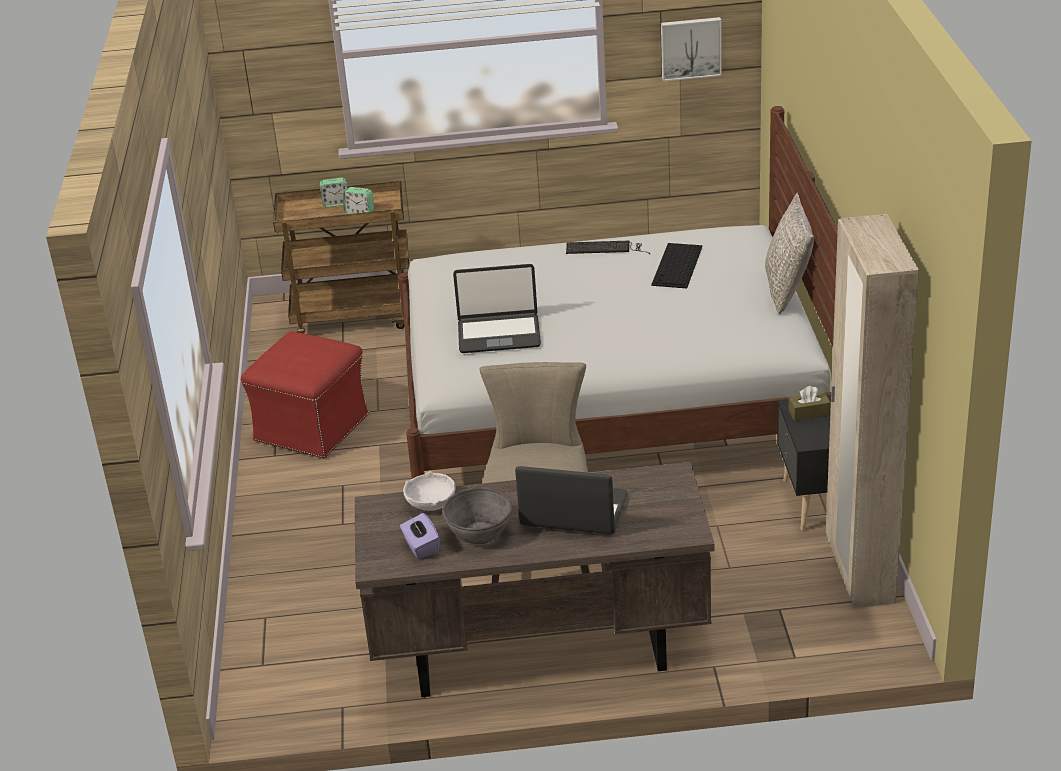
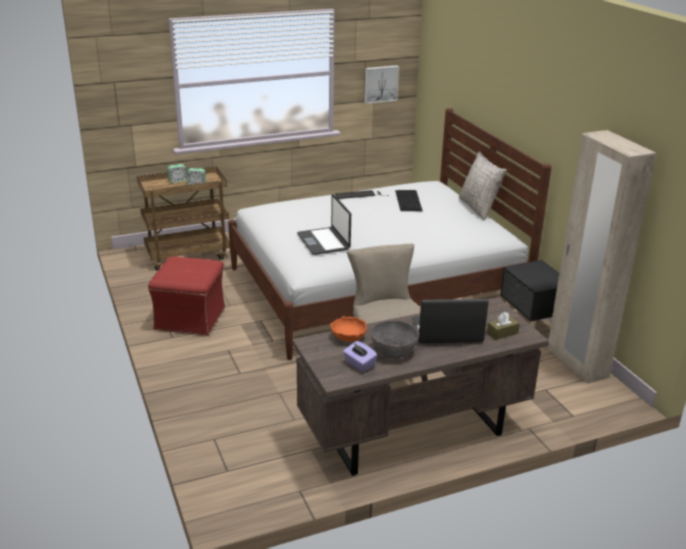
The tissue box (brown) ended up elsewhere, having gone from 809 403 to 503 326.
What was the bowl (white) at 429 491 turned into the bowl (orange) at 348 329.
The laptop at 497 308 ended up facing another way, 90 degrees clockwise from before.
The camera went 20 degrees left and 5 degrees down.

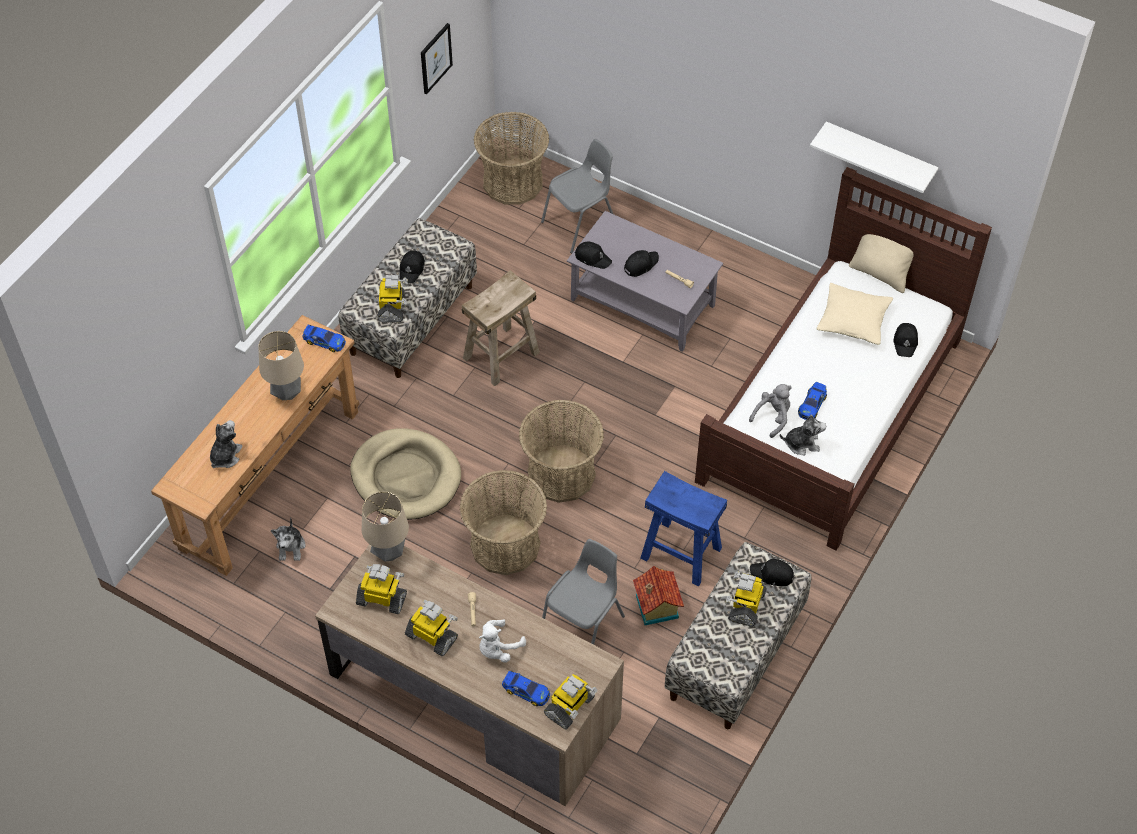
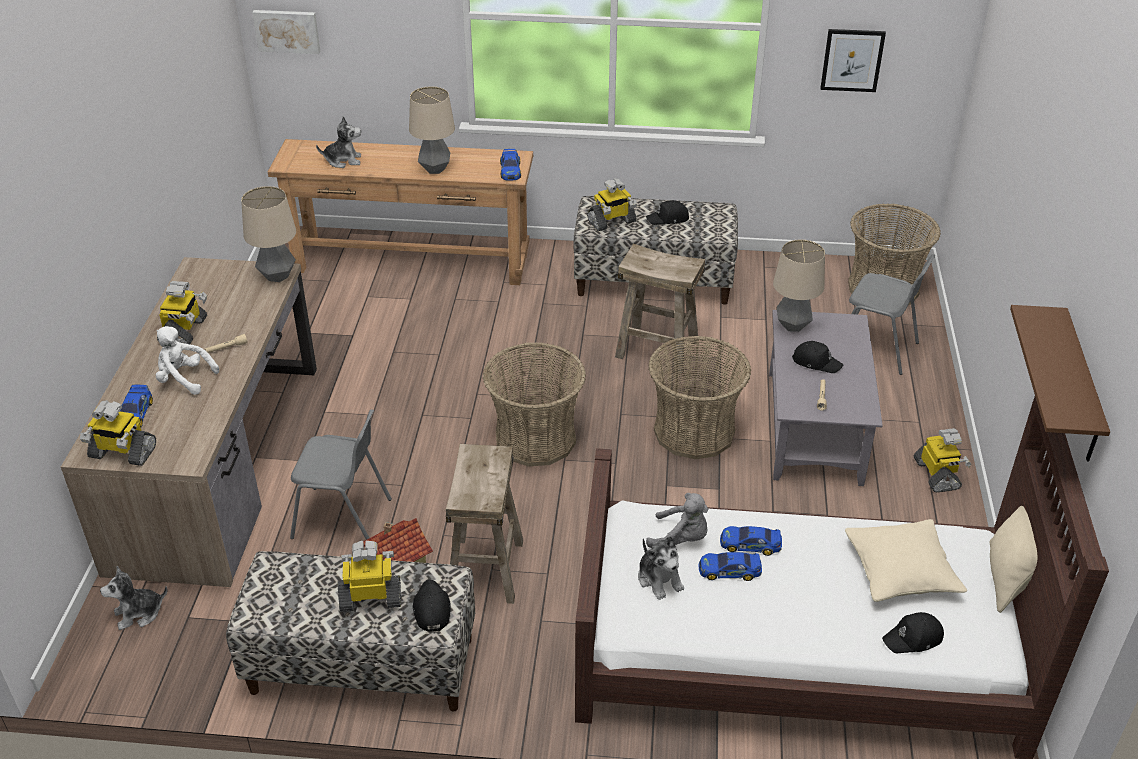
The second view lost the dog bed (beige) at 405 474.
The second view gained the picture at 286 32.
The second view gained the toy car at 751 541.
The plush toy ended up elsewhere, having gone from 288 539 to 133 598.
The toy robot ended up elsewhere, having gone from 381 589 to 942 460.
The basket ended up elsewhere, having gone from 503 522 to 699 397.
Where the cap (black) stood at 593 255, the table lamp came to stand at 799 286.
What was the stool (blue) at 683 529 turned into the stool (beige) at 484 524.
What was the shelf (white) at 874 157 turned into the shelf (brown) at 1060 383.
The camera went 65 degrees right and 15 degrees down.

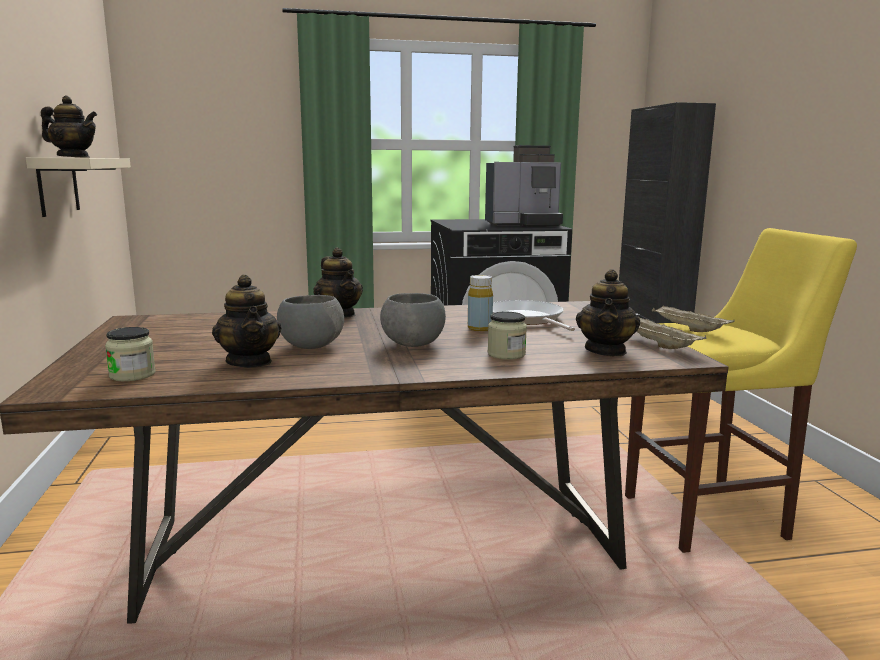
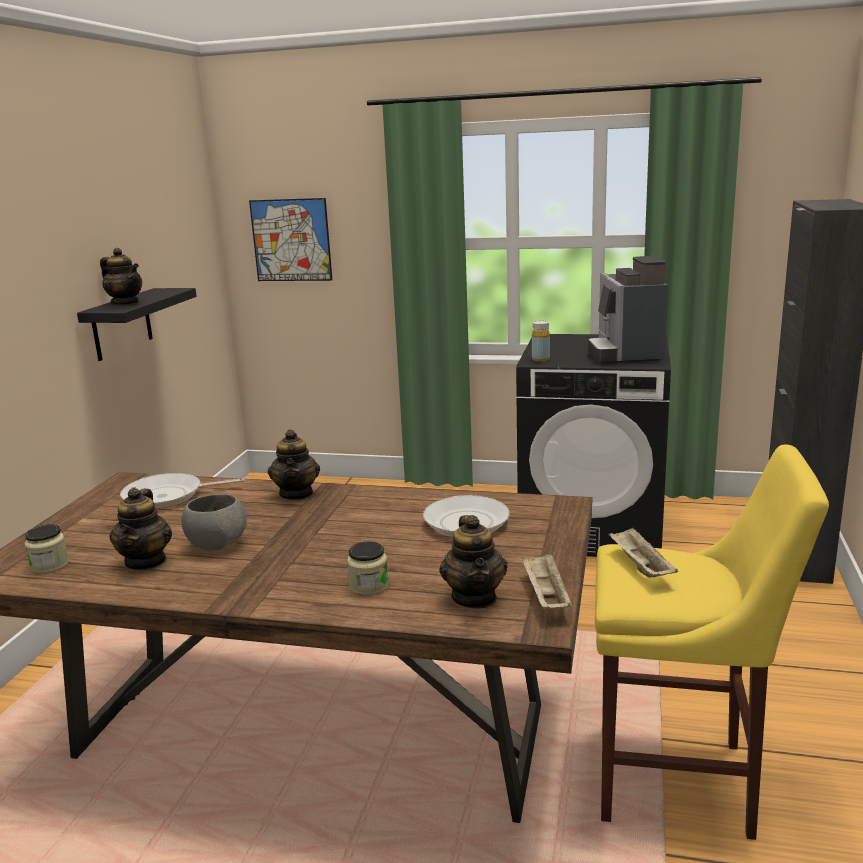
The second view lost the bowl (grey) at 413 320.
The second view gained the frying pan at 182 491.
The second view gained the picture at 290 239.
The bottle (yellow) ended up elsewhere, having gone from 480 303 to 541 341.
What was the shelf (beige) at 78 187 turned into the shelf (black) at 137 324.
The coffee machine at 524 186 ended up facing another way, 75 degrees clockwise from before.
The teapot at 608 312 ended up facing another way, 45 degrees counterclockwise from before.
The camera went 25 degrees right and 5 degrees up.

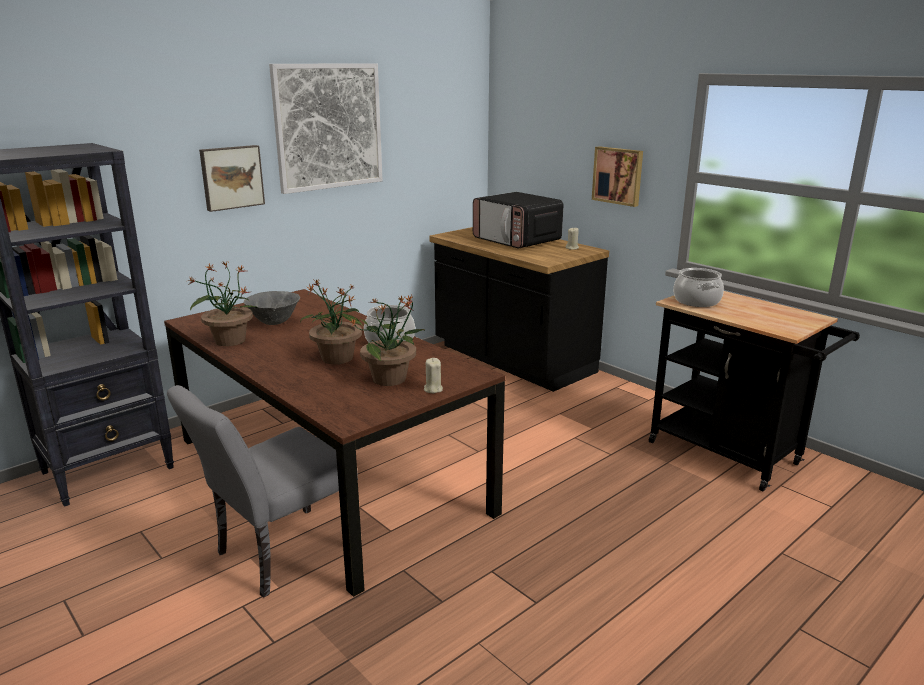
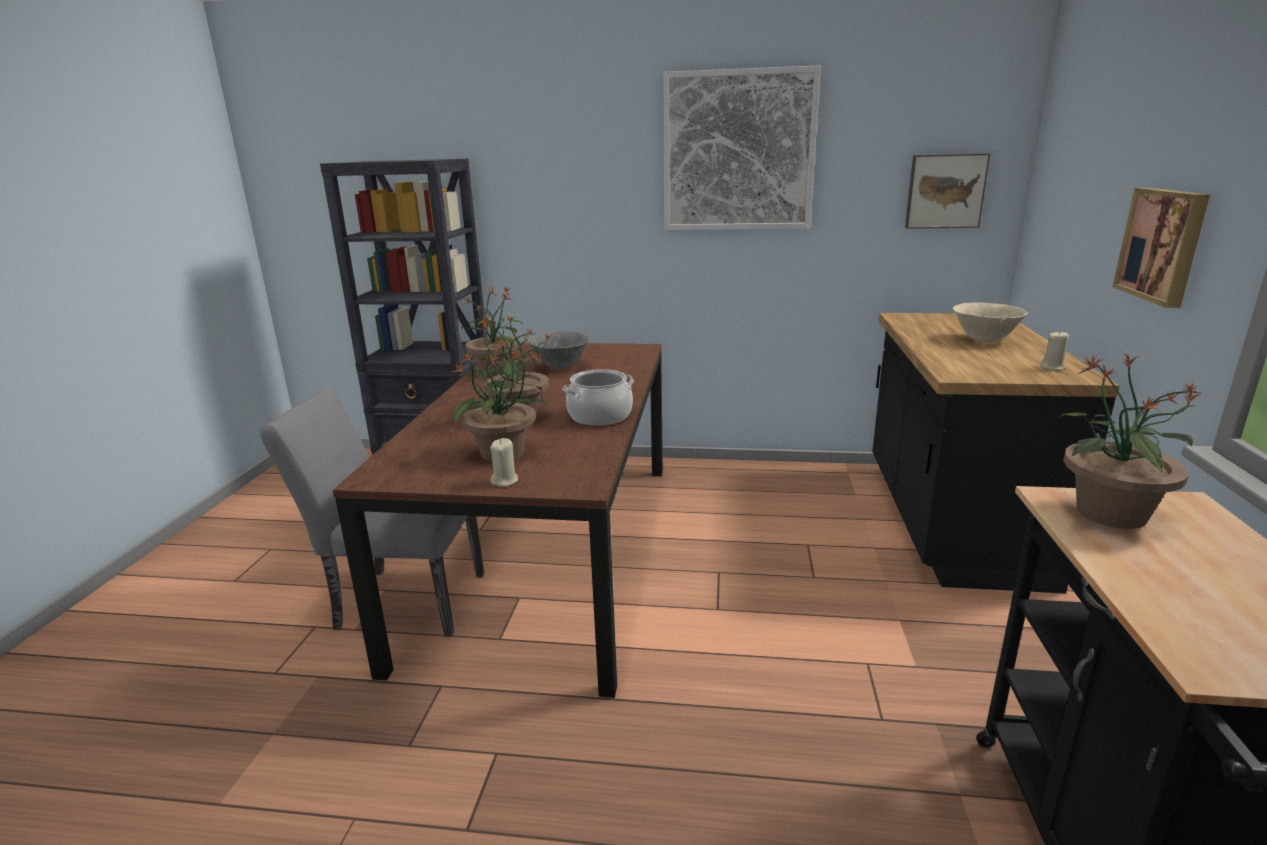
The picture ended up elsewhere, having gone from 232 178 to 947 191.
Where the microwave stood at 518 220, the bowl (beige) came to stand at 990 322.
Where the cooking pot stood at 698 287, the potted plant came to stand at 1129 440.
The camera went 50 degrees right and 0 degrees up.

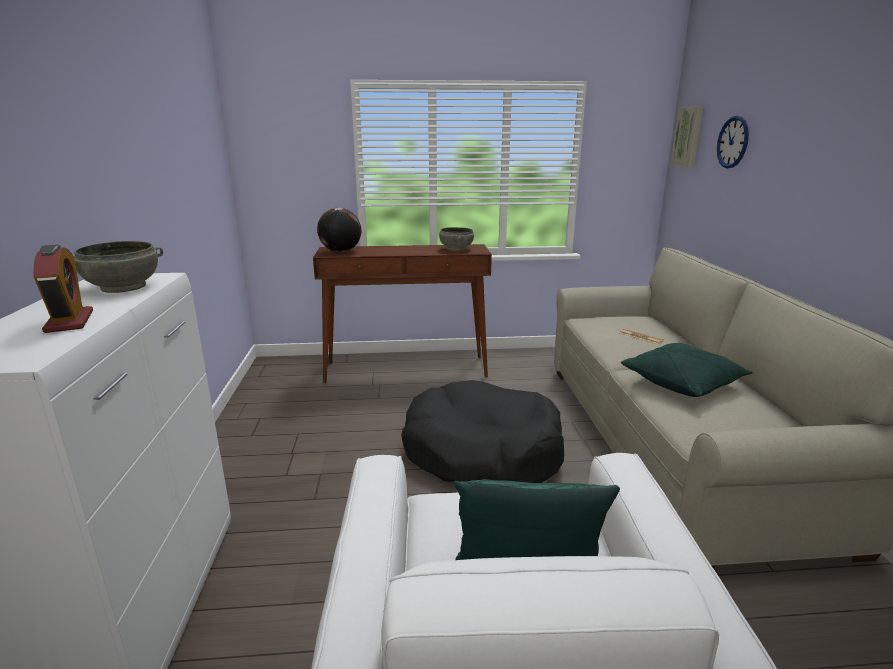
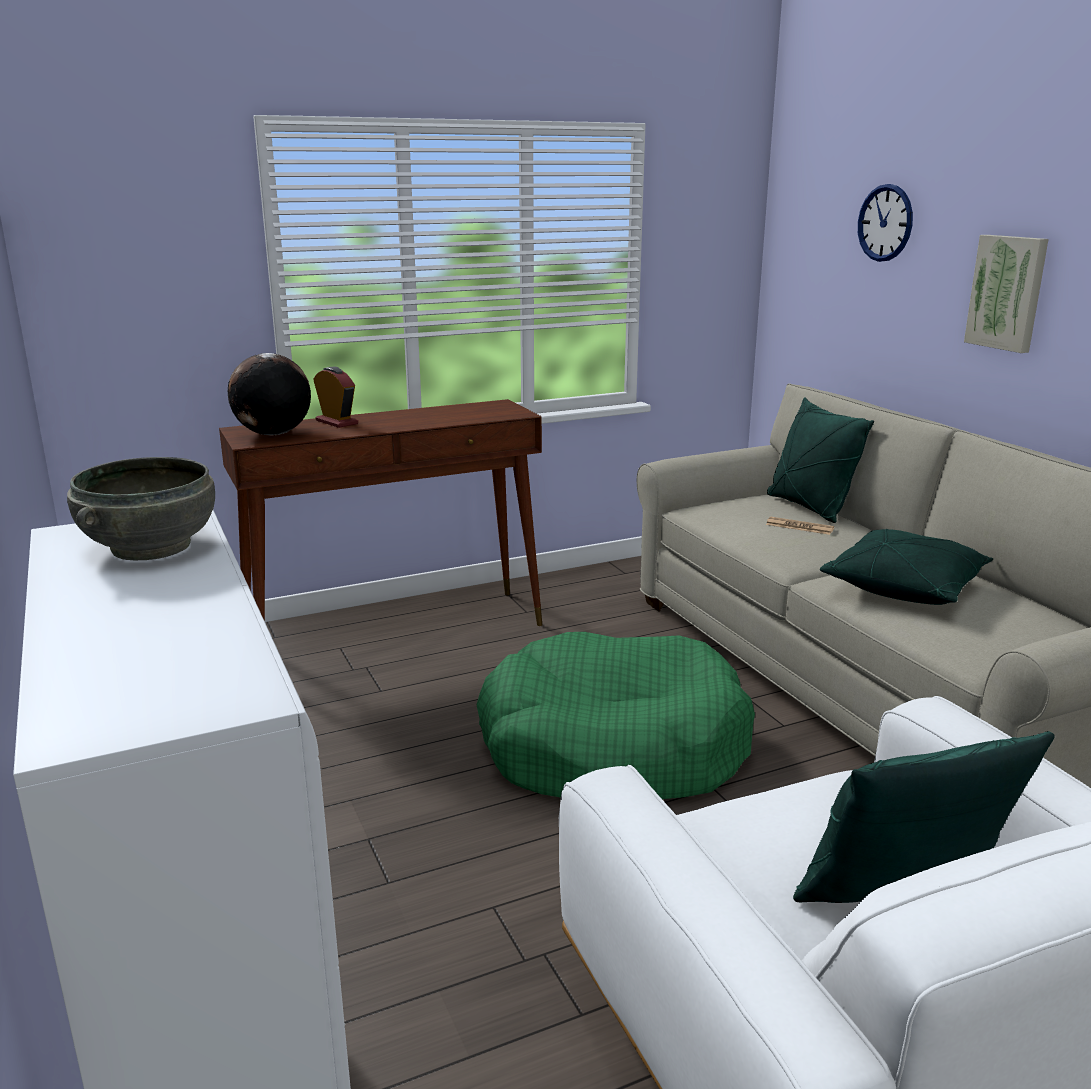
The second view lost the bowl (grey) at 456 239.
The second view gained the pillow (green) at 820 460.
The alarm clock ended up elsewhere, having gone from 63 288 to 335 397.
The picture ended up elsewhere, having gone from 687 136 to 1006 294.
What was the dog bed (black) at 482 431 turned into the dog bed (green) at 615 715.
The camera went 20 degrees left and 0 degrees up.

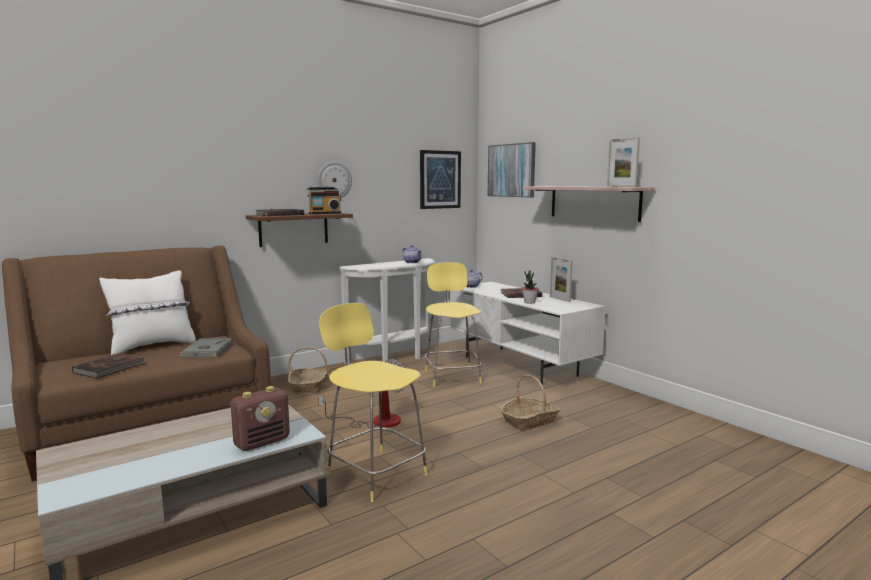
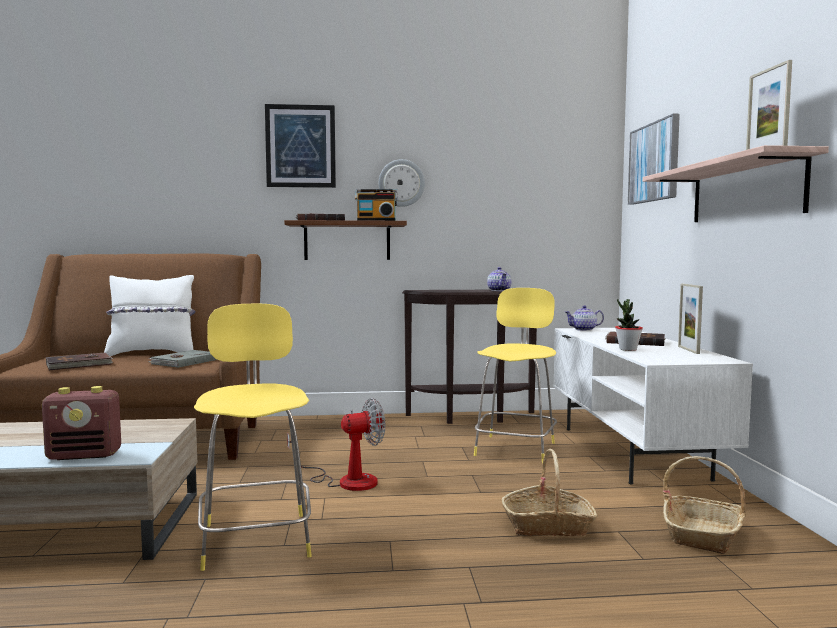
The basket ended up elsewhere, having gone from 308 370 to 704 505.
The picture ended up elsewhere, having gone from 440 179 to 300 146.
What was the console table (white) at 387 311 turned into the console table (brown) at 469 357.
The camera went 30 degrees right and 5 degrees down.

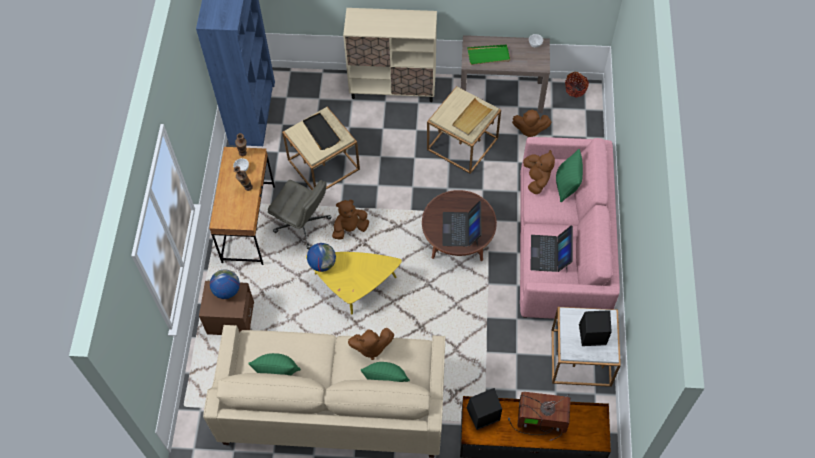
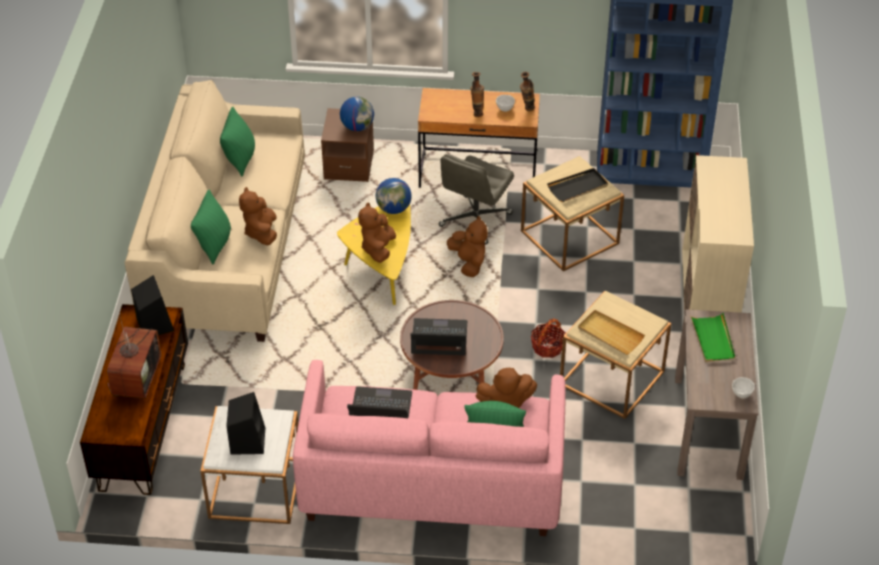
The plush toy (brown) ended up elsewhere, having gone from 532 123 to 377 232.
The basket ended up elsewhere, having gone from 577 84 to 548 338.
The camera went 90 degrees right and 15 degrees down.

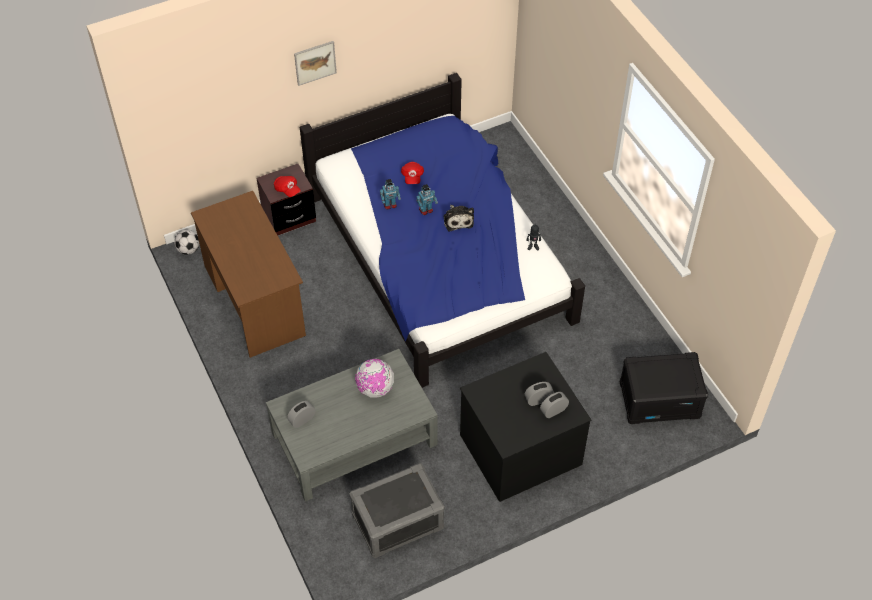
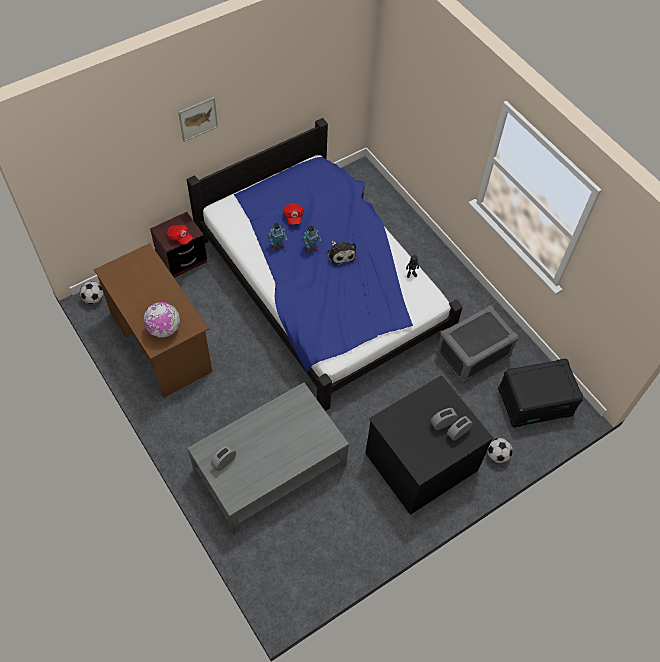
The second view gained the football at 500 450.
The storage box (grey) ended up elsewhere, having gone from 397 510 to 477 344.
The globe ended up elsewhere, having gone from 374 378 to 162 320.
The camera went 10 degrees left and 5 degrees up.

